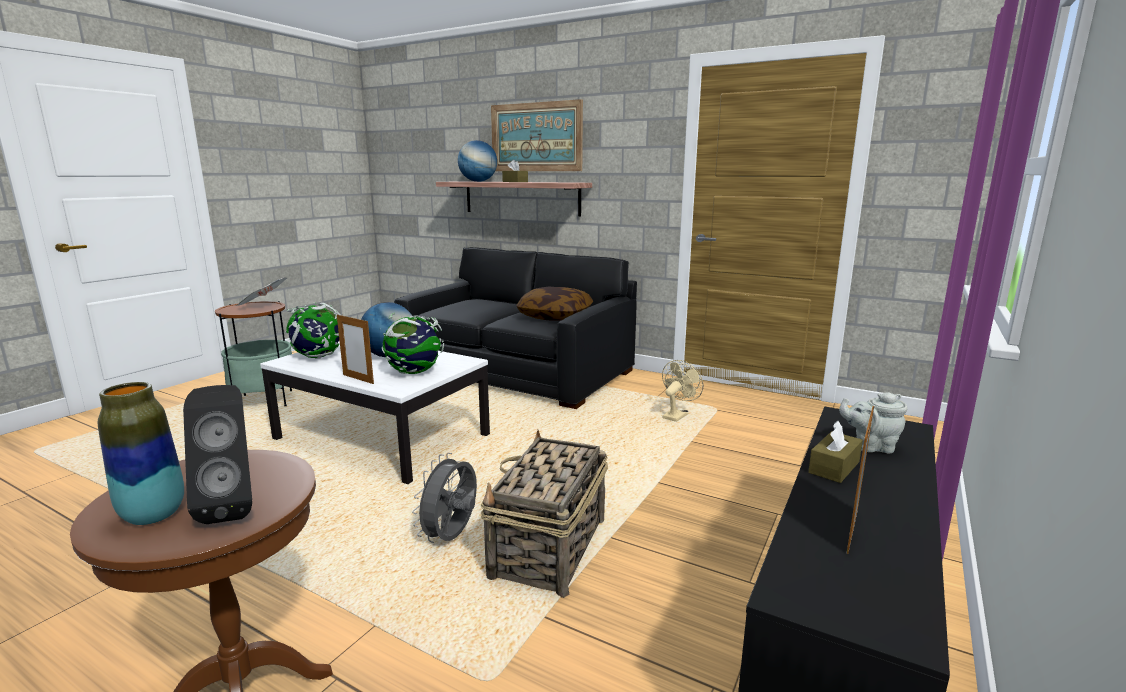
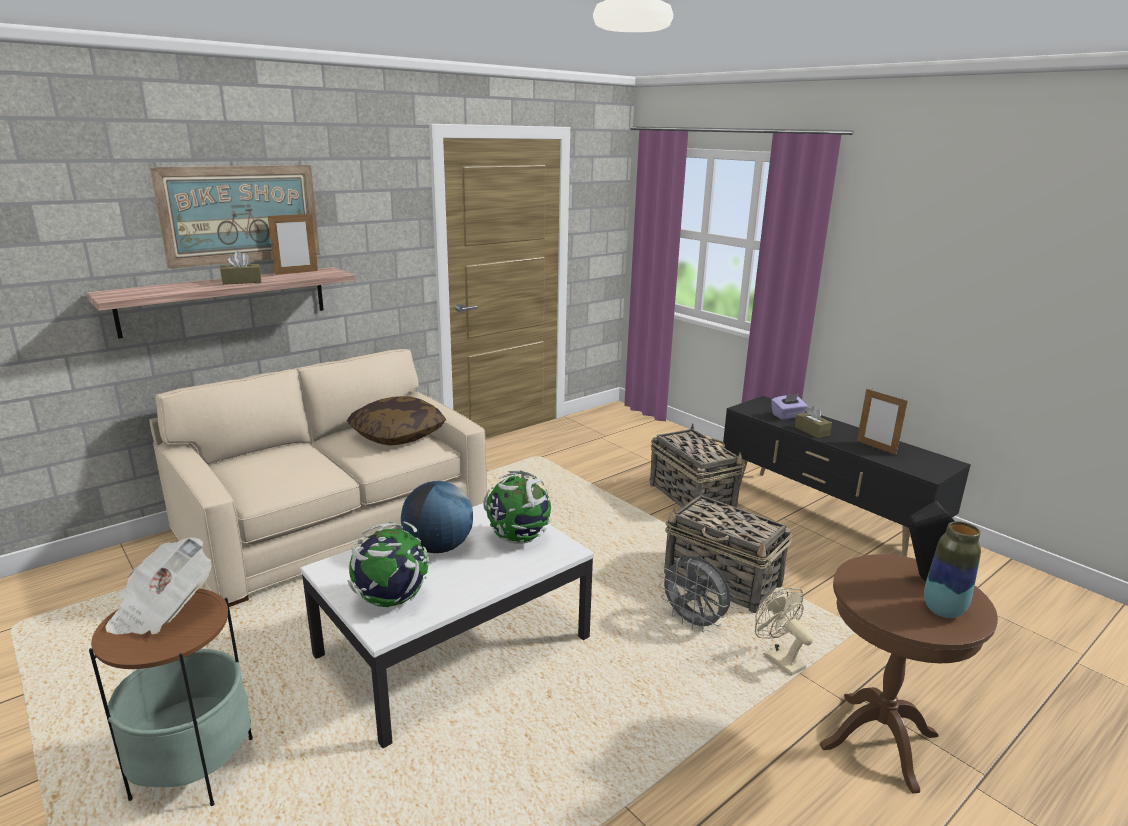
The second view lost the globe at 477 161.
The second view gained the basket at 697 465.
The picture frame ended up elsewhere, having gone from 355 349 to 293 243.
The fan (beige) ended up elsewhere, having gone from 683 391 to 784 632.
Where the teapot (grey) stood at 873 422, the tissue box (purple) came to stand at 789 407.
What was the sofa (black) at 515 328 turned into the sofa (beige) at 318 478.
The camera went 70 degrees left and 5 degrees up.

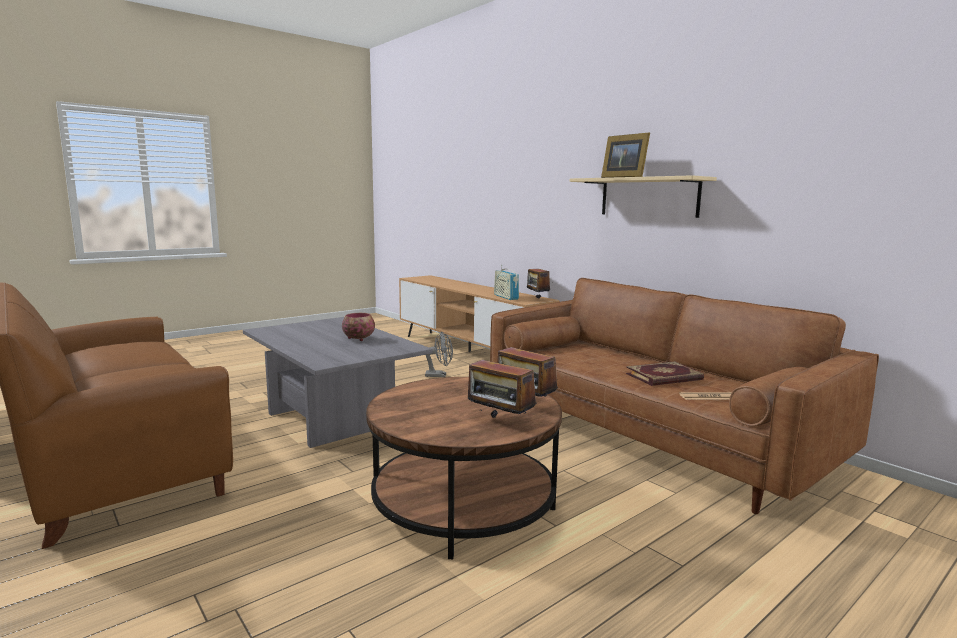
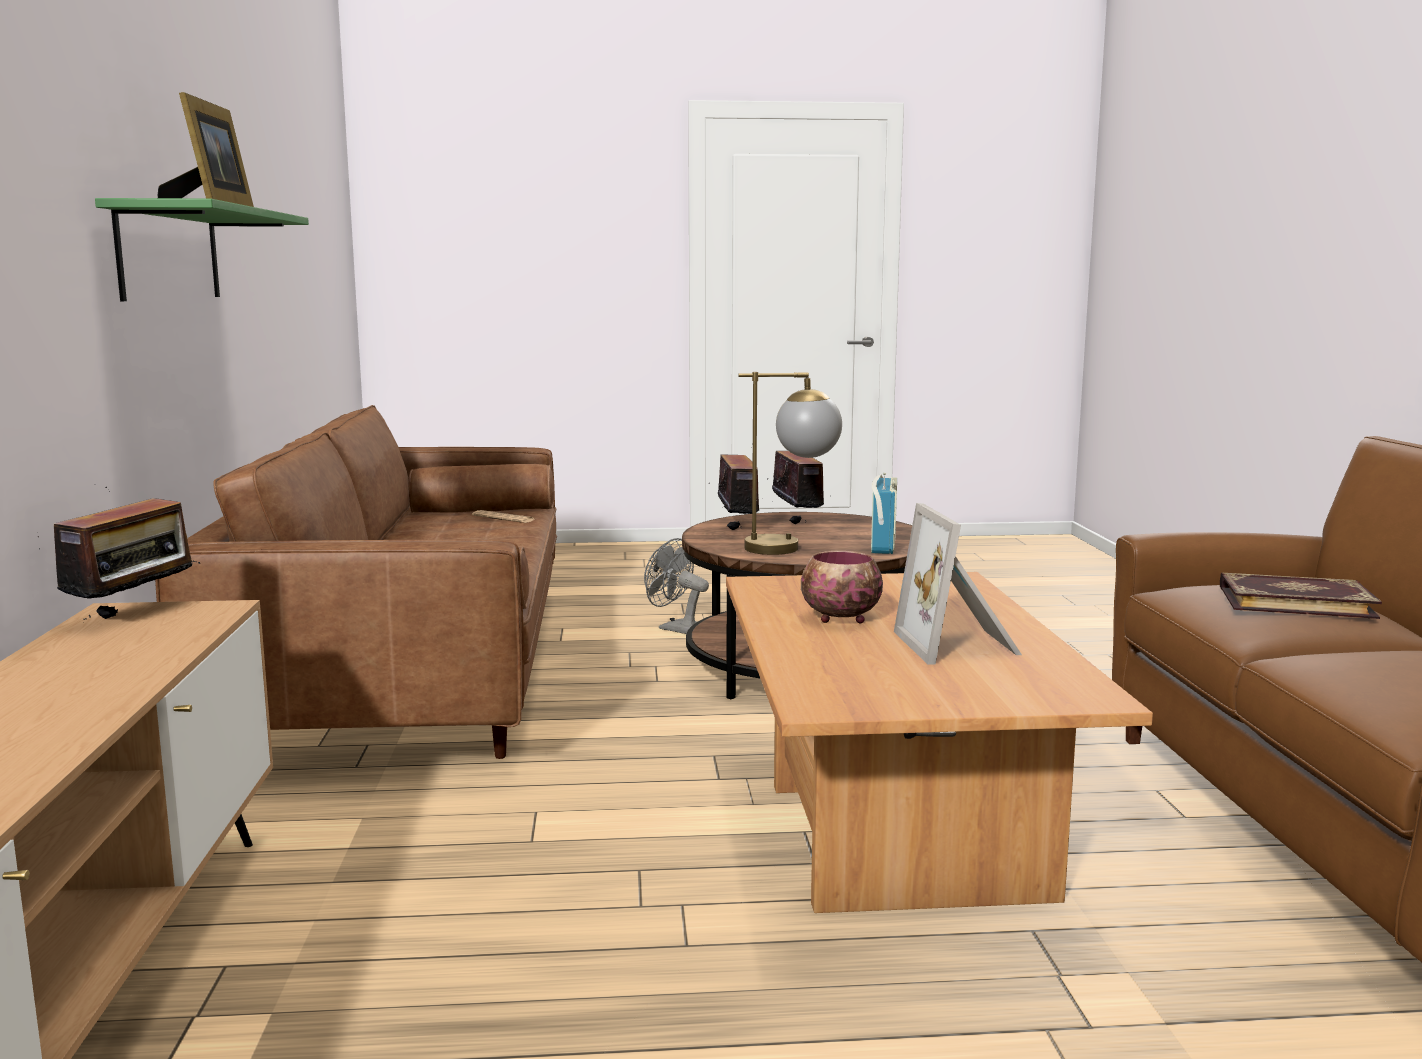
The second view gained the table lamp at 790 463.
The second view gained the picture frame at 958 584.
The fan (grey) ended up elsewhere, having gone from 439 354 to 676 586.
The radio ended up elsewhere, having gone from 506 282 to 884 513.
The book ended up elsewhere, having gone from 665 373 to 1301 596.
What was the coffee table (grey) at 338 382 turned into the coffee table (brown) at 939 742.
What was the shelf (beige) at 643 196 turned into the shelf (green) at 202 249.
The camera went 145 degrees left and 0 degrees up.

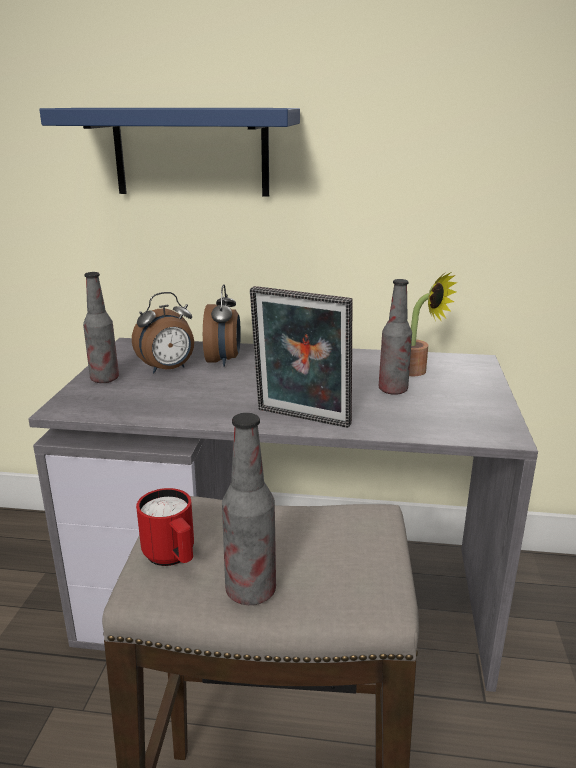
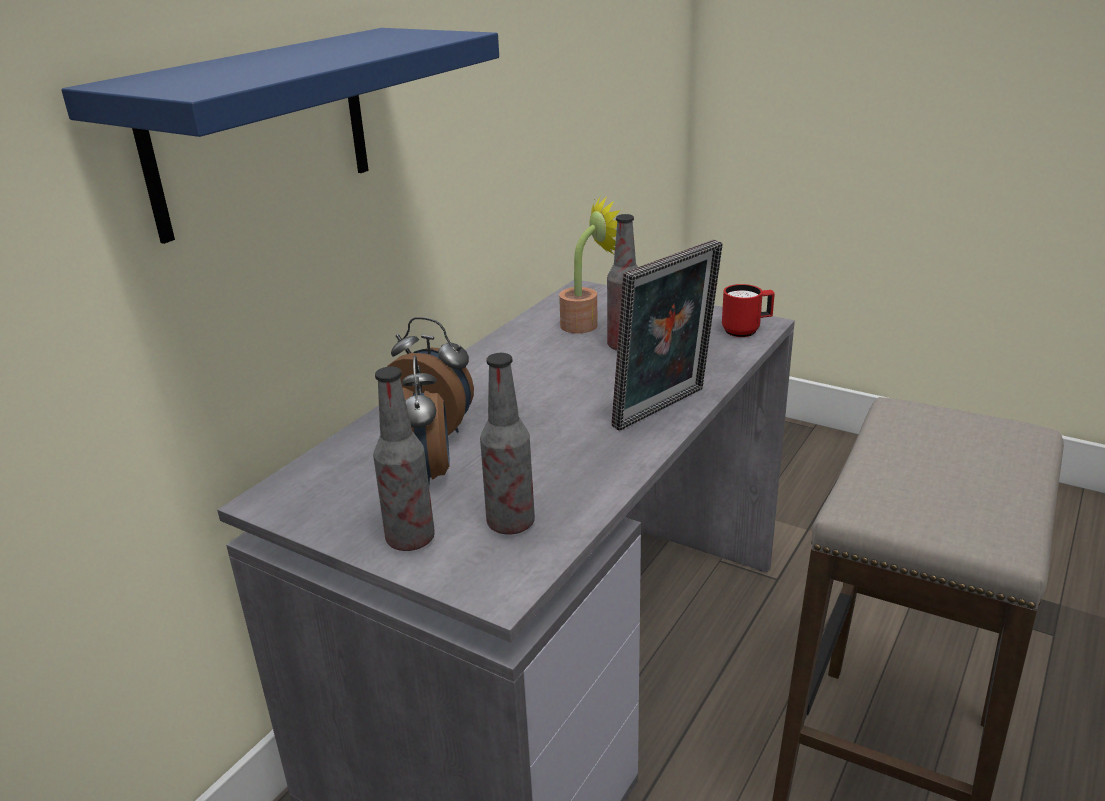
The mug (red) ended up elsewhere, having gone from 165 527 to 748 310.
The bottle ended up elsewhere, having gone from 249 509 to 507 444.
The camera went 65 degrees left and 5 degrees up.

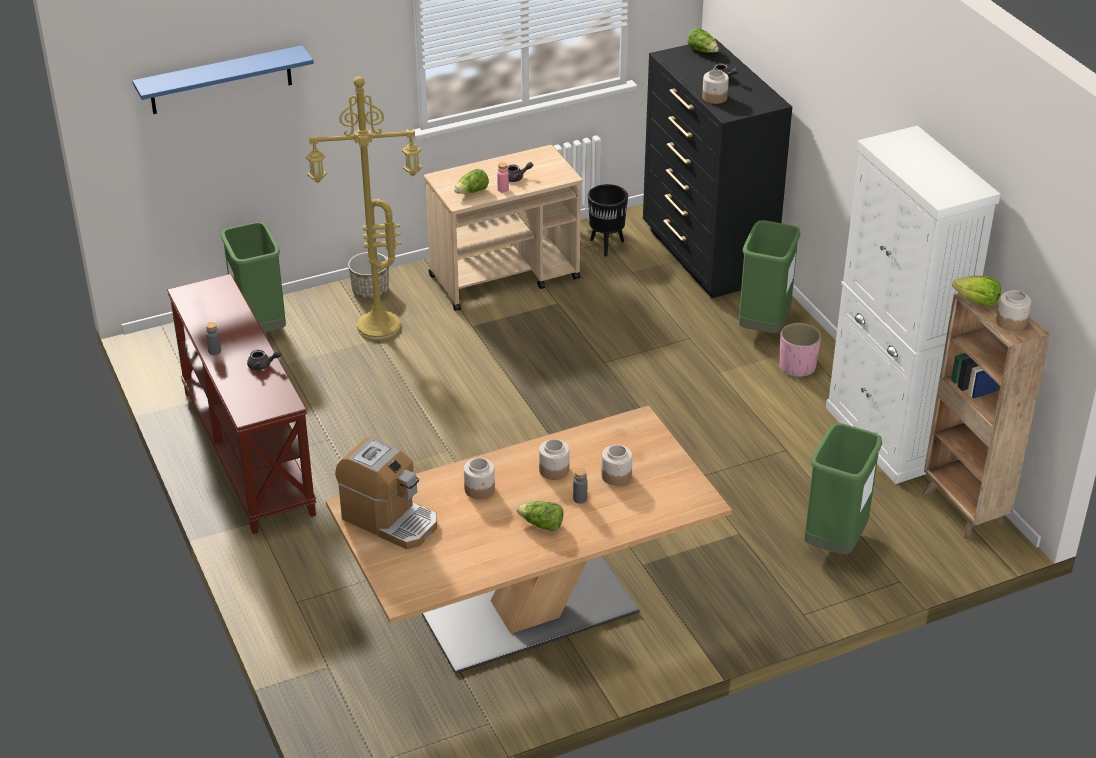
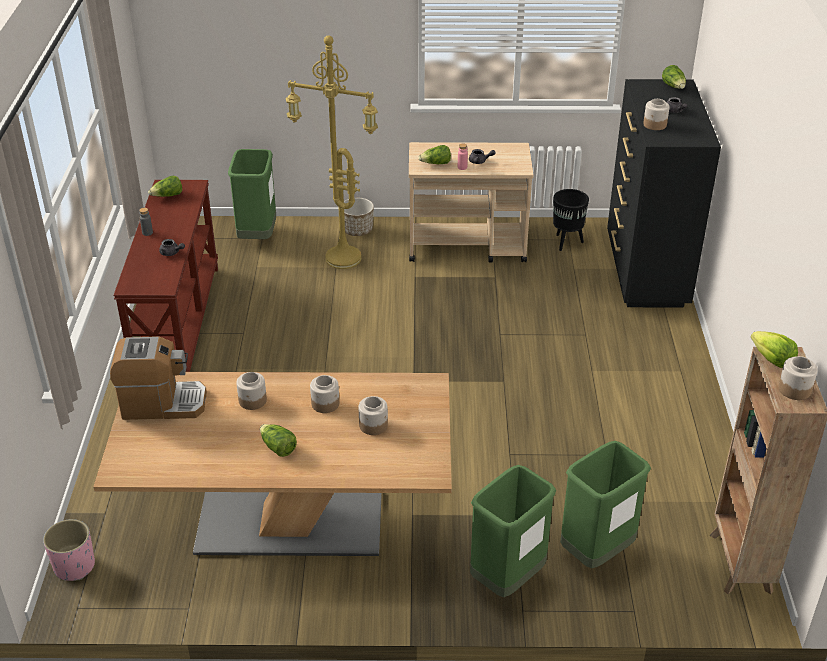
The second view lost the shelf (blue) at 223 79.
The second view lost the bottle (grey) at 580 486.
The second view lost the cabinet (white) at 913 305.
The second view gained the lettuce at 165 186.
The trash can (green) ended up elsewhere, having gone from 769 276 to 513 531.
The planter (pink) ended up elsewhere, having gone from 800 350 to 69 550.
The coffee machine at 386 493 ended up facing another way, 60 degrees counterclockwise from before.
The camera went 25 degrees right and 0 degrees up.

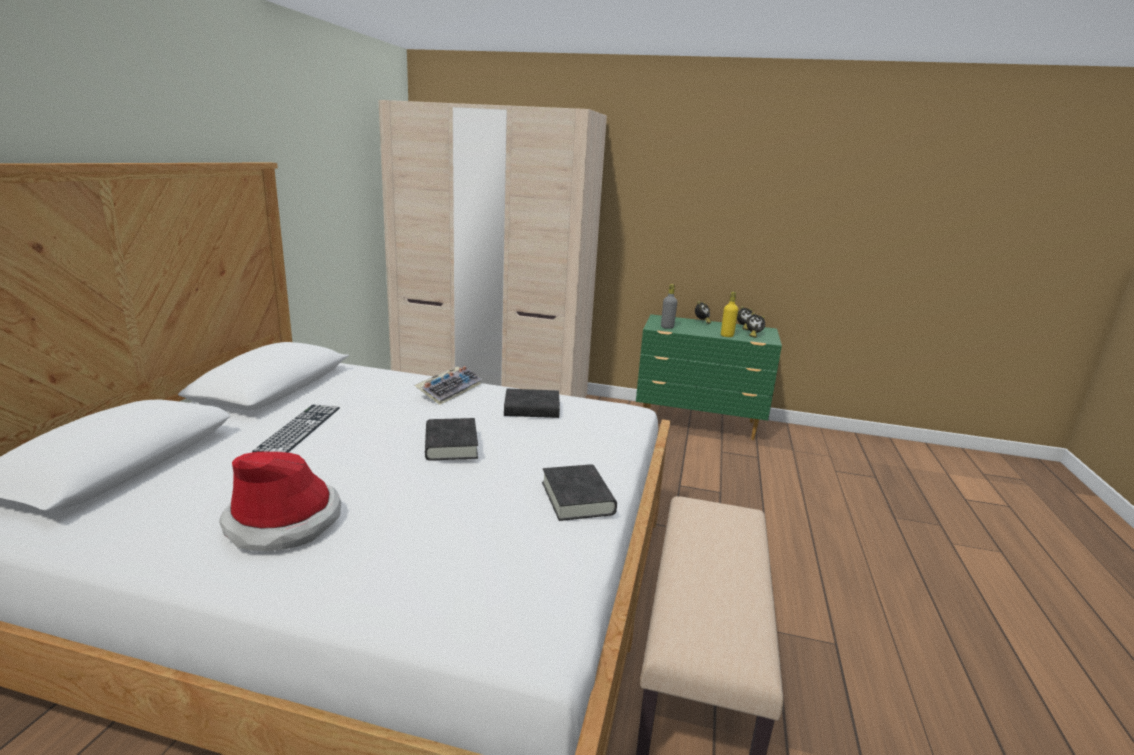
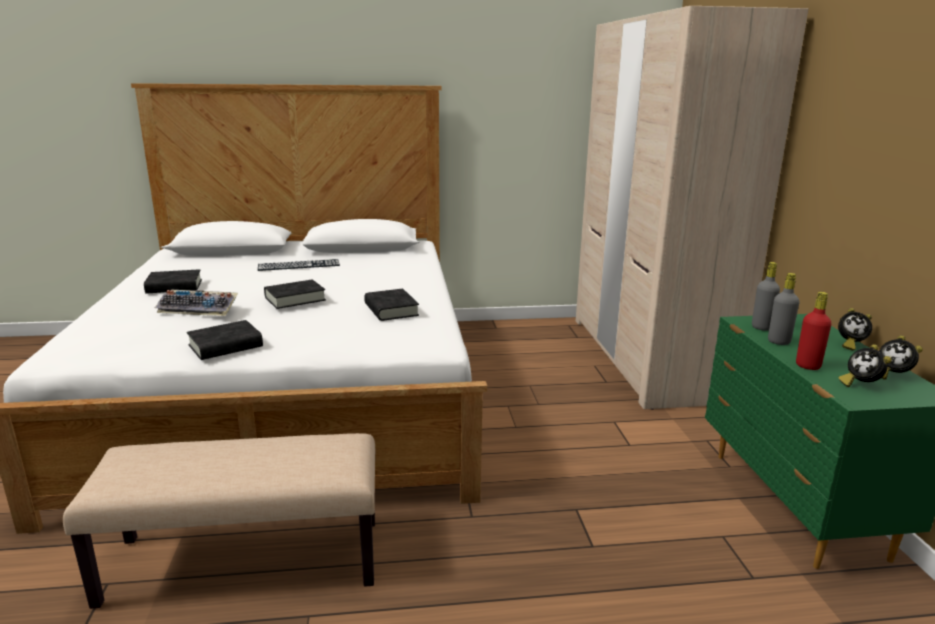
The second view gained the bottle (grey) at 784 309.
The keyboard ended up elsewhere, having gone from 448 385 to 196 303.
Where the hat stood at 280 501, the book (black) came to stand at 173 281.
What was the bottle (yellow) at 729 314 turned into the bottle (red) at 813 331.
The camera went 70 degrees right and 0 degrees up.

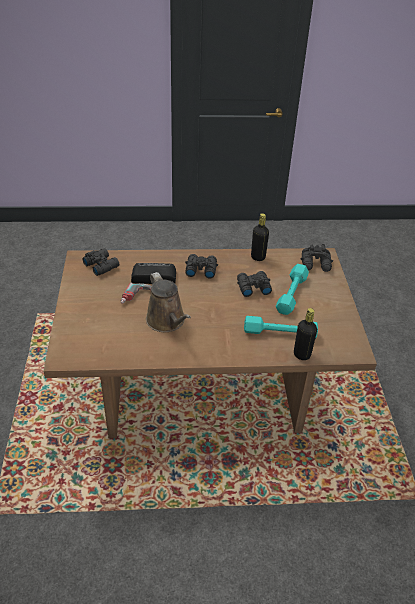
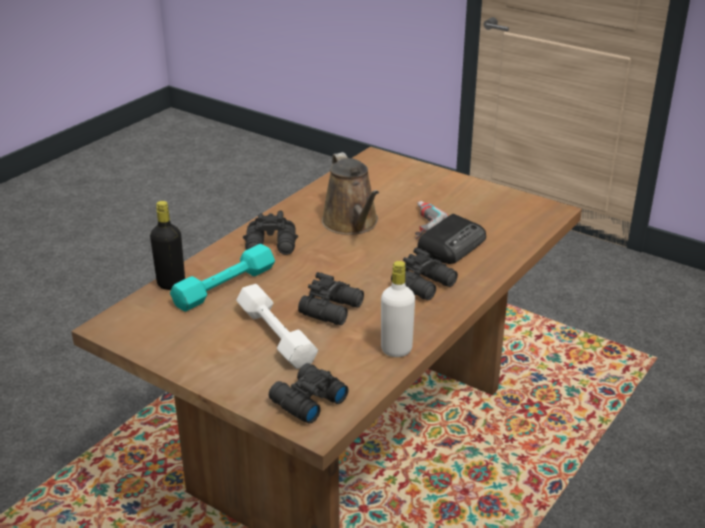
The binoculars (black) ended up elsewhere, having gone from 100 262 to 270 232.
What was the bottle (black) at 260 237 turned into the bottle (white) at 398 309.
What was the dumbbell (turquoise) at 292 289 turned into the dumbbell (white) at 277 326.
The watering can (brown) at 168 302 ended up facing another way, 120 degrees counterclockwise from before.
The camera went 130 degrees right and 10 degrees down.

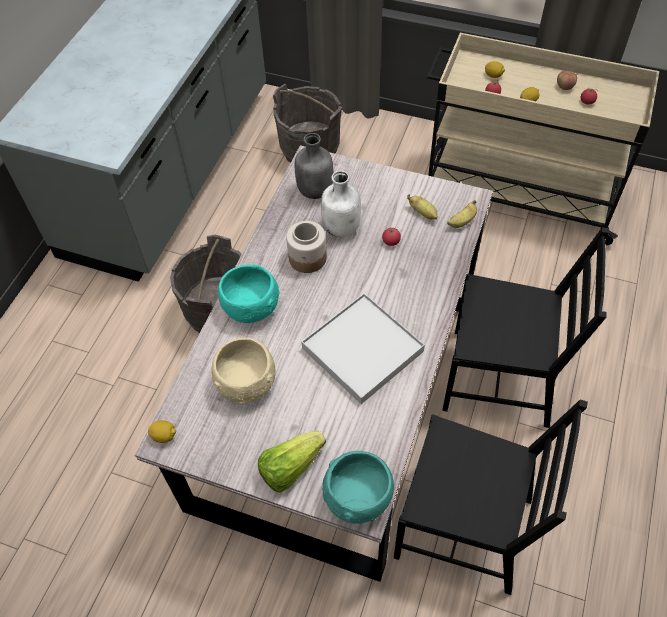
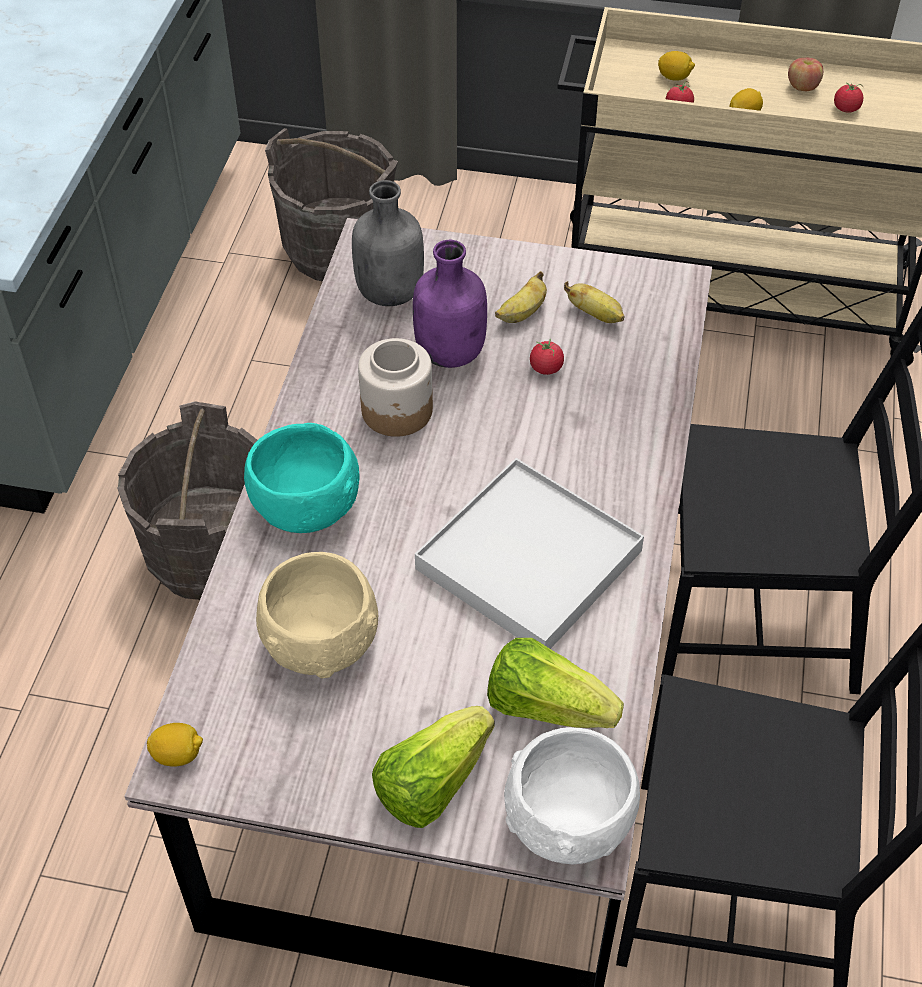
The second view gained the lettuce at 555 683.
The banana ended up elsewhere, having gone from 462 214 to 521 297.
What was the bottle (white) at 341 204 turned into the bottle (purple) at 450 304.
What was the bowl (turquoise) at 358 487 turned into the bowl (white) at 572 795.
The camera went 10 degrees left and 5 degrees down.

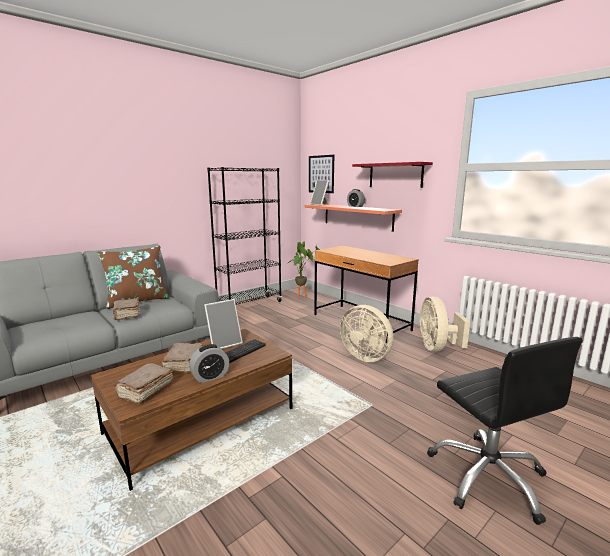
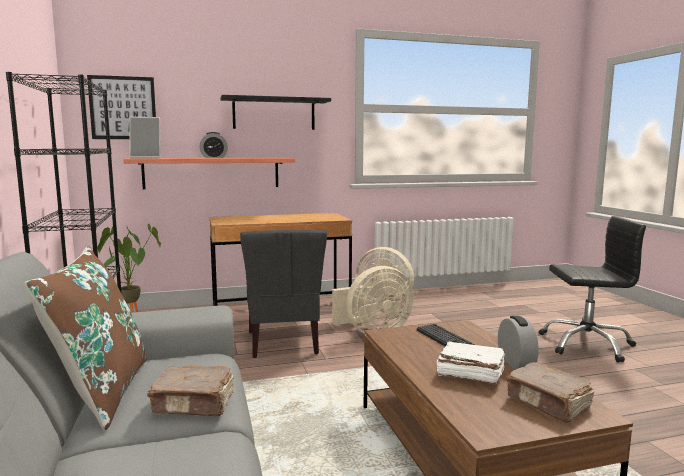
The second view lost the picture frame at 223 324.
The second view gained the chair (grey) at 283 294.
What was the book (brown) at 182 357 turned into the book (white) at 470 362.
What was the shelf (red) at 392 175 turned into the shelf (black) at 275 112.
The camera went 65 degrees left and 5 degrees down.

